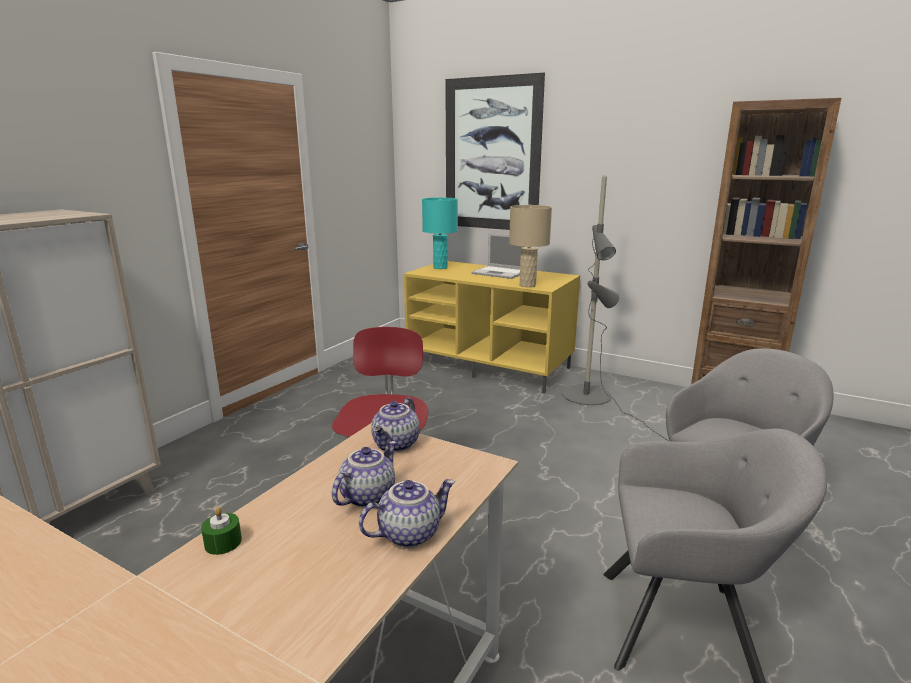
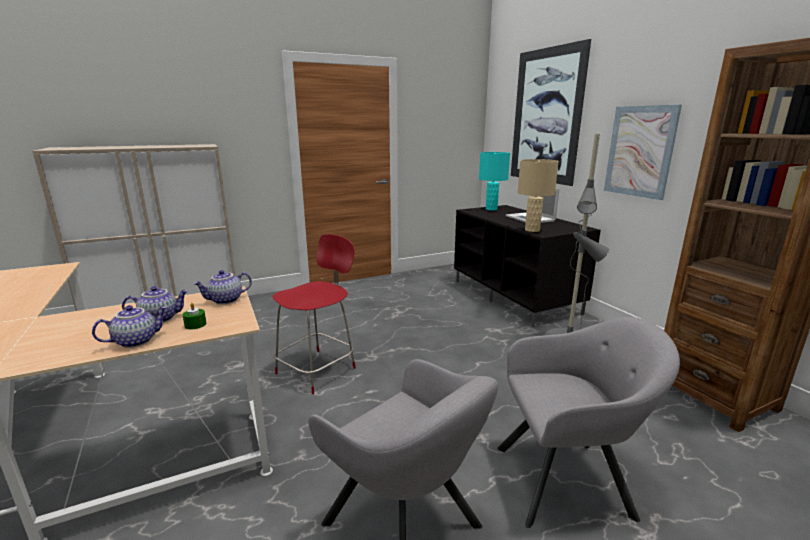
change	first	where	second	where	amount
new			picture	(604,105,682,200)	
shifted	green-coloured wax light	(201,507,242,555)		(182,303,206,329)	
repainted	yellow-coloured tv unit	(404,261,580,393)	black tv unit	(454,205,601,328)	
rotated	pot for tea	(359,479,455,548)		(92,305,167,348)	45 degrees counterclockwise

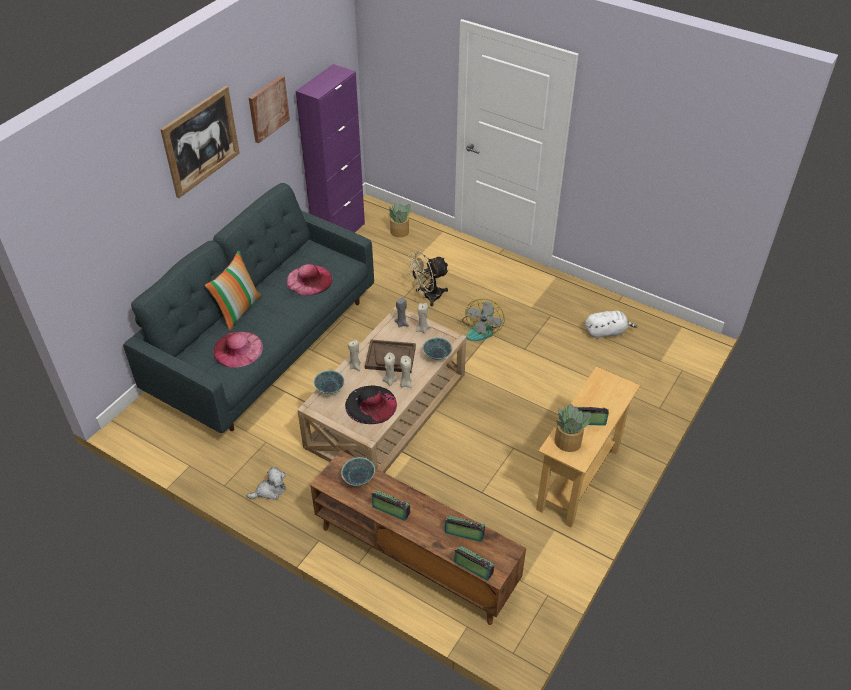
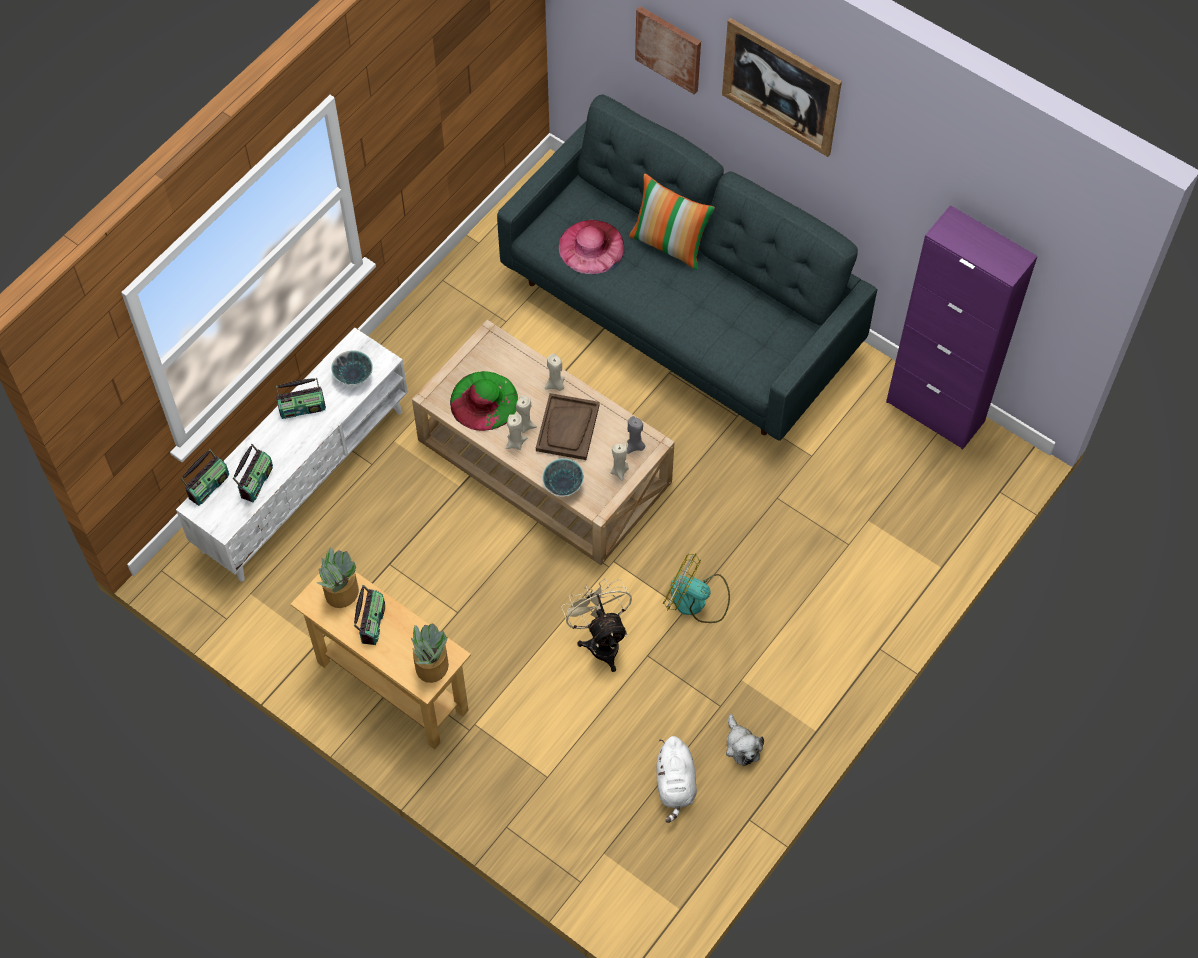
change	first	where	second	where	amount
gone	pink wearable hat	(287,264,333,296)			
gone	serving bowl	(314,370,345,394)			
shifted	soft toy	(247,467,286,500)		(726,714,764,766)	
shifted	picture	(249,75,290,143)		(635,6,701,94)	
shifted	potted plant	(389,203,412,238)		(411,623,449,683)	
shifted	sand-coloured electric fan	(407,251,449,306)		(561,578,632,672)	
repainted	brown tv unit	(310,450,526,625)	white tv unit	(176,327,408,582)	
repainted	black wearable hat	(345,385,397,424)	green-coloured wearable hat	(450,371,518,431)	
rotated	radio set	(371,491,410,521)		(276,378,326,419)	45 degrees clockwise

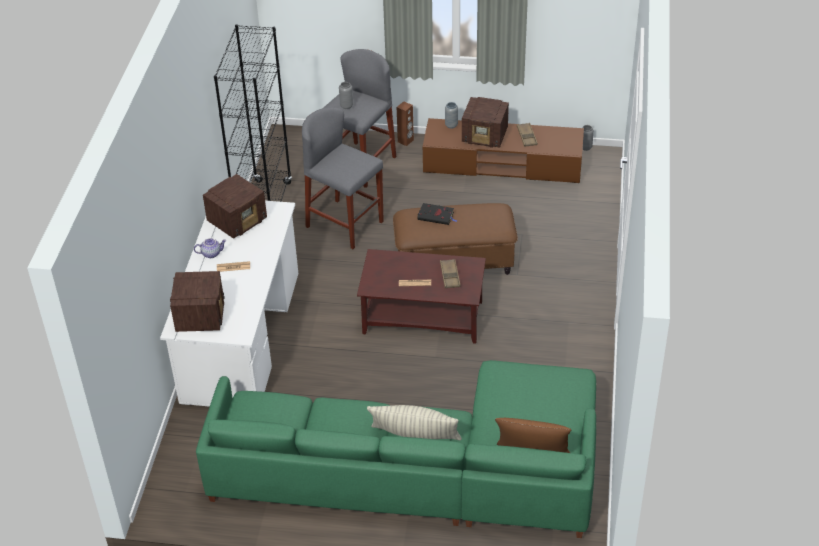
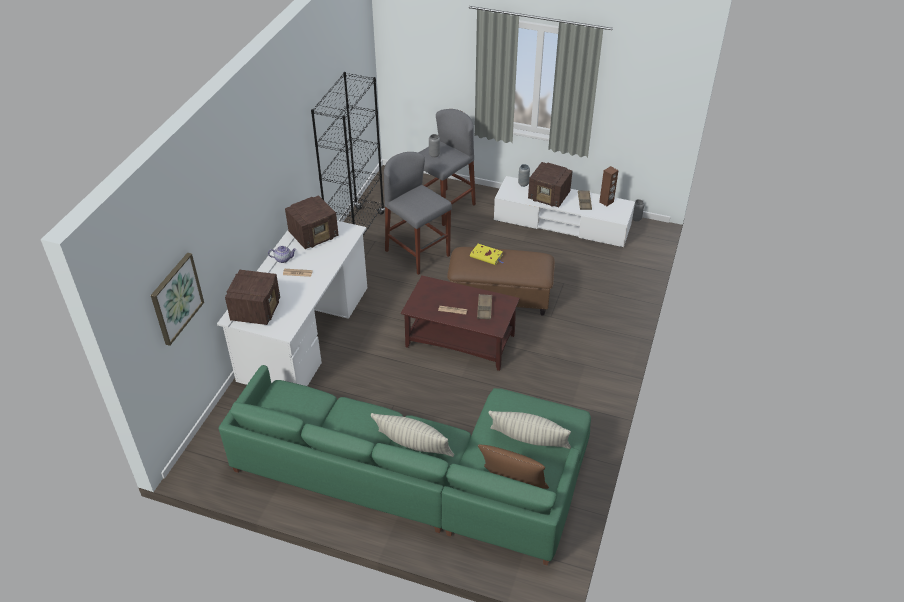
change	first	where	second	where	amount
new			picture	(151,253,204,346)	
new			cushion	(489,411,571,449)	
shifted	brown audio speaker	(397,101,414,146)		(599,166,619,206)	
repainted	black volume	(417,203,458,225)	yellow-coloured volume	(470,244,504,265)	
repainted	brown tv unit	(423,118,584,183)	white tv unit	(494,176,635,247)	

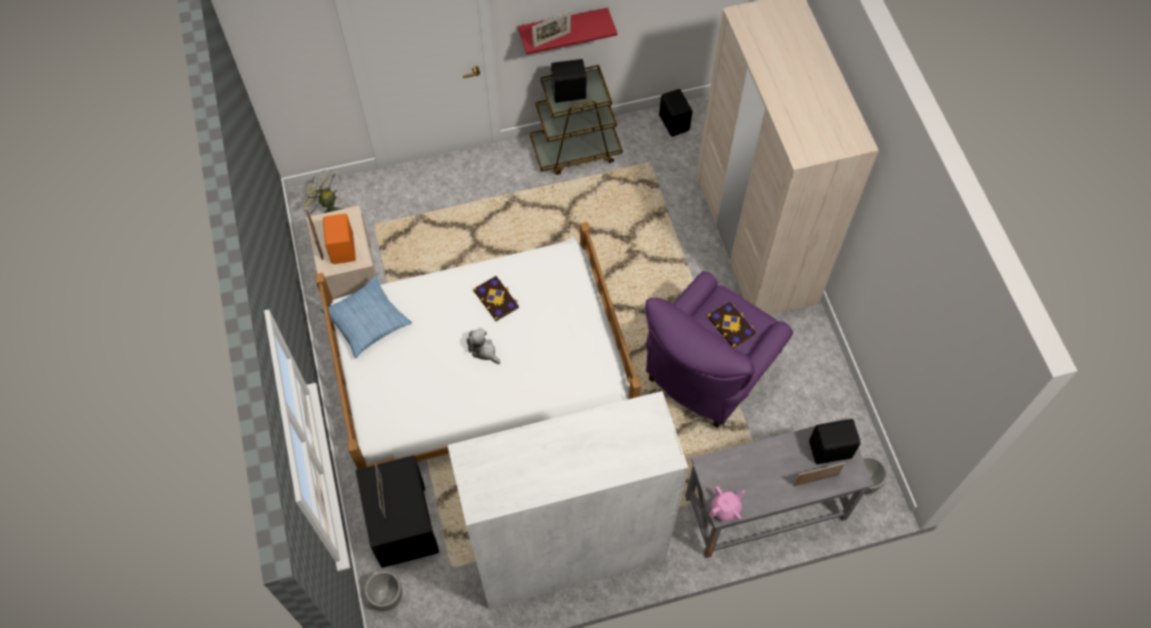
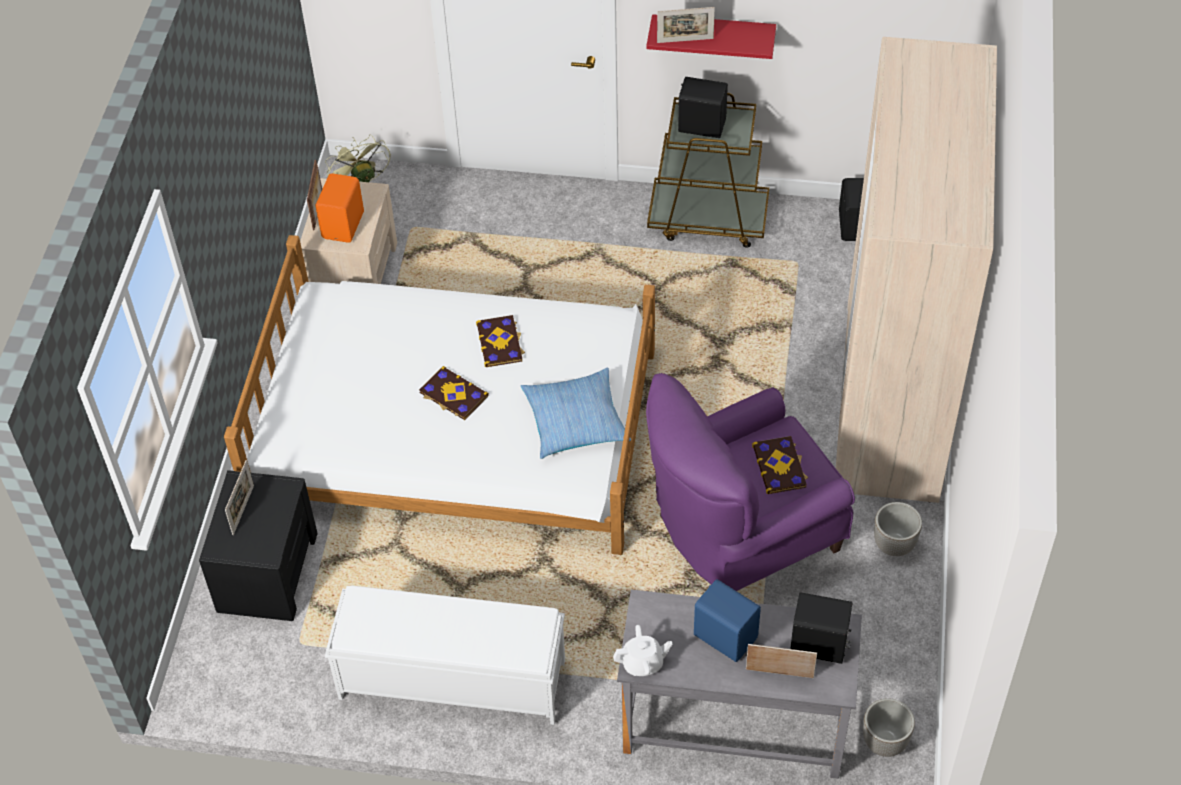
change	first	where	second	where	amount
new			bluish audio speaker	(694,579,761,662)	
shifted	cushion	(320,275,412,359)		(521,367,631,459)	
shifted	plant pot	(365,571,402,611)		(874,502,922,556)	
swapped	white clothes cupboard	(448,391,688,609)	white indoor bench	(325,585,565,725)	
swapped	soft toy	(467,328,500,364)	volume	(419,366,489,420)	
repainted	pink pot for tea	(709,486,746,522)	white pot for tea	(613,625,672,676)	

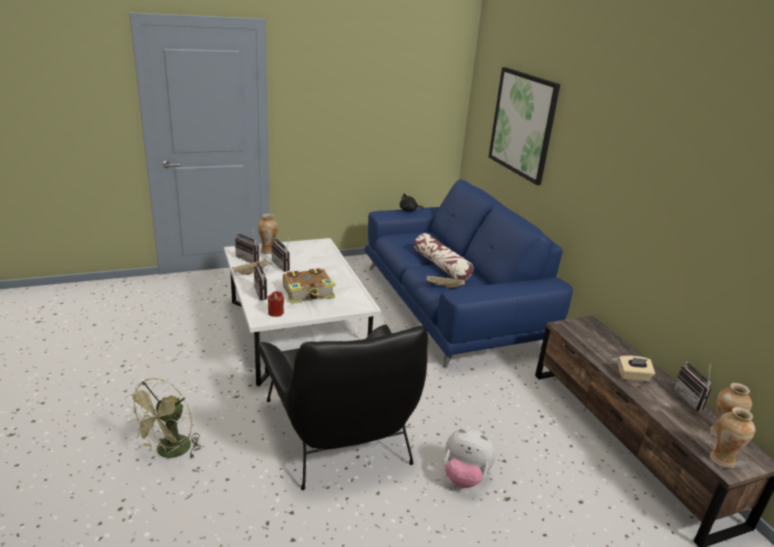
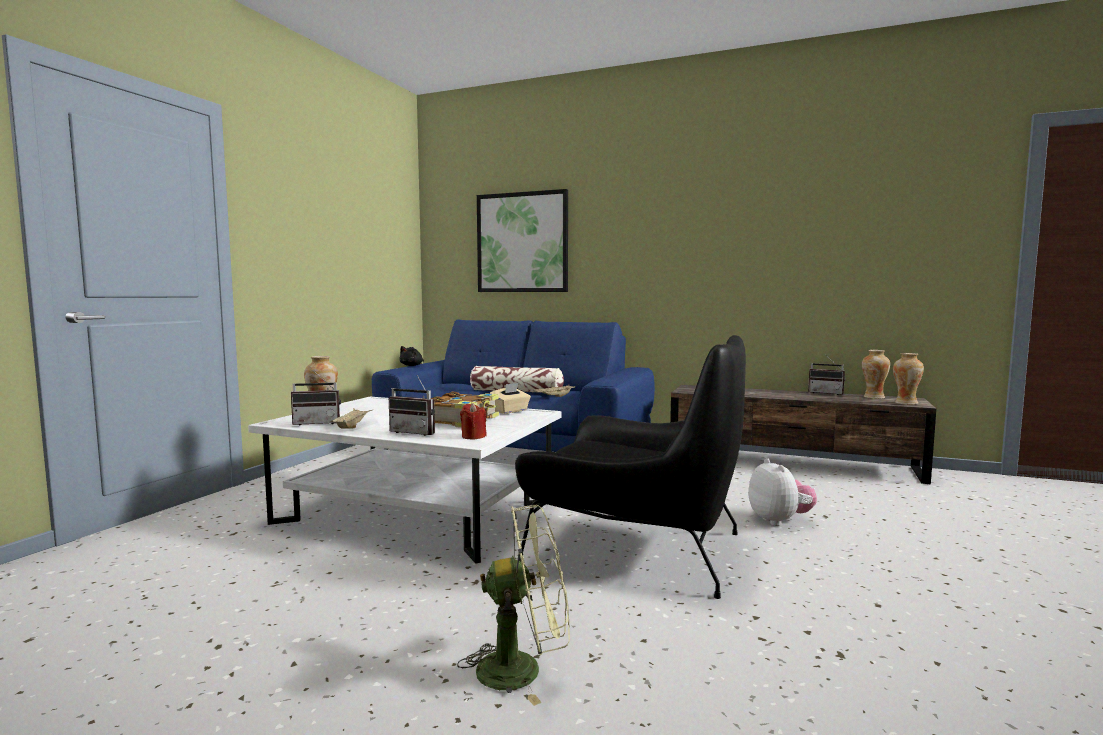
change	first	where	second	where	amount
gone	radio set	(272,233,290,272)			
shifted	sand-coloured tissue box	(618,356,655,382)		(489,383,531,414)	
rotated	green-coloured electric fan	(125,378,201,460)		(457,505,570,706)	75 degrees counterclockwise
rotated	soft toy	(444,428,495,488)		(748,458,817,526)	75 degrees counterclockwise

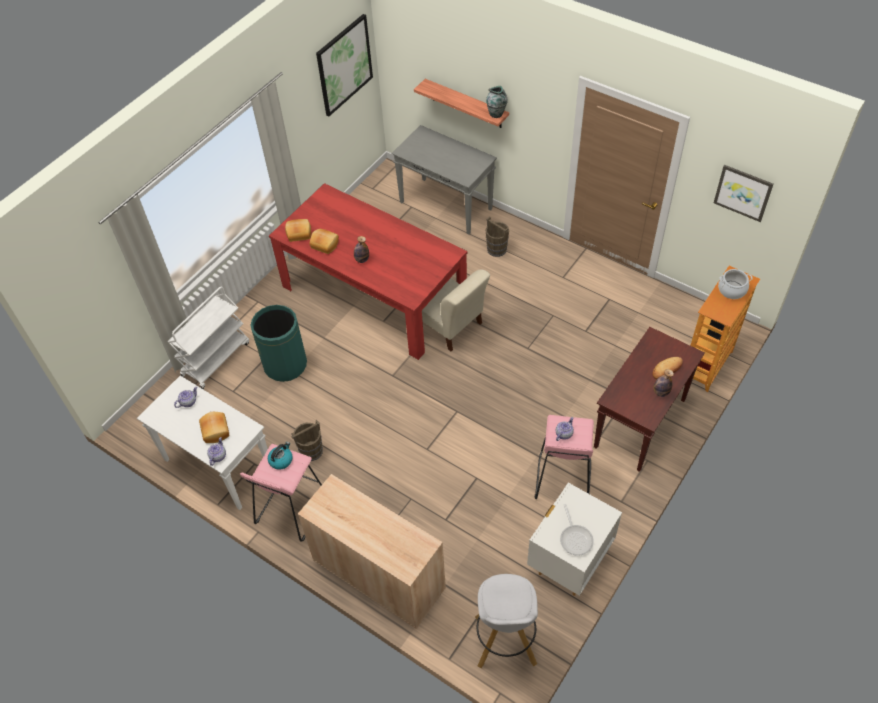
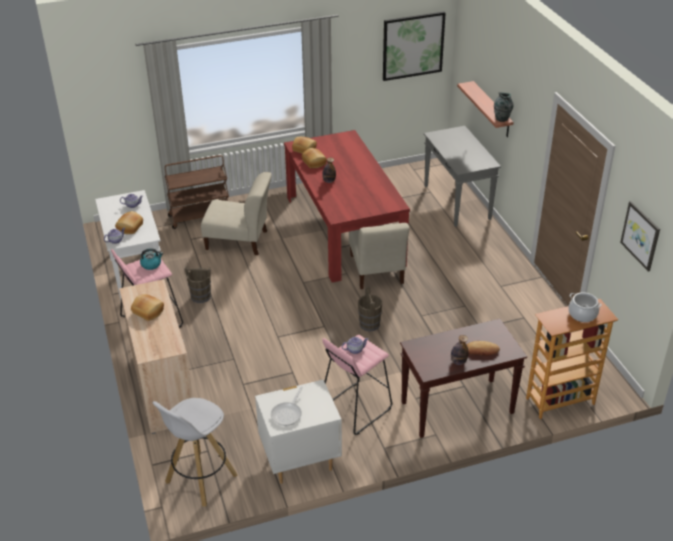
change	first	where	second	where	amount
new			baked bread	(131,294,164,321)	
shifted	brown water bucket	(486,217,509,257)		(358,287,382,331)	
swapped	green-coloured rubbish bin	(250,305,307,382)	sand-coloured upright chair	(201,172,272,255)	
repainted	white wheeled cart	(168,286,249,389)	brown wheeled cart	(165,155,229,229)	

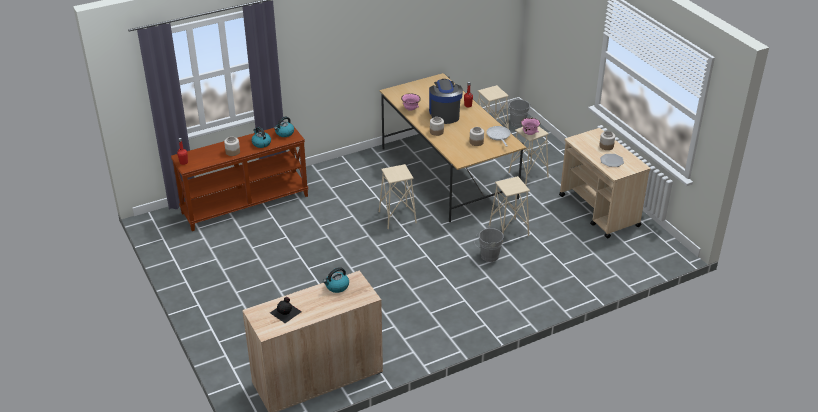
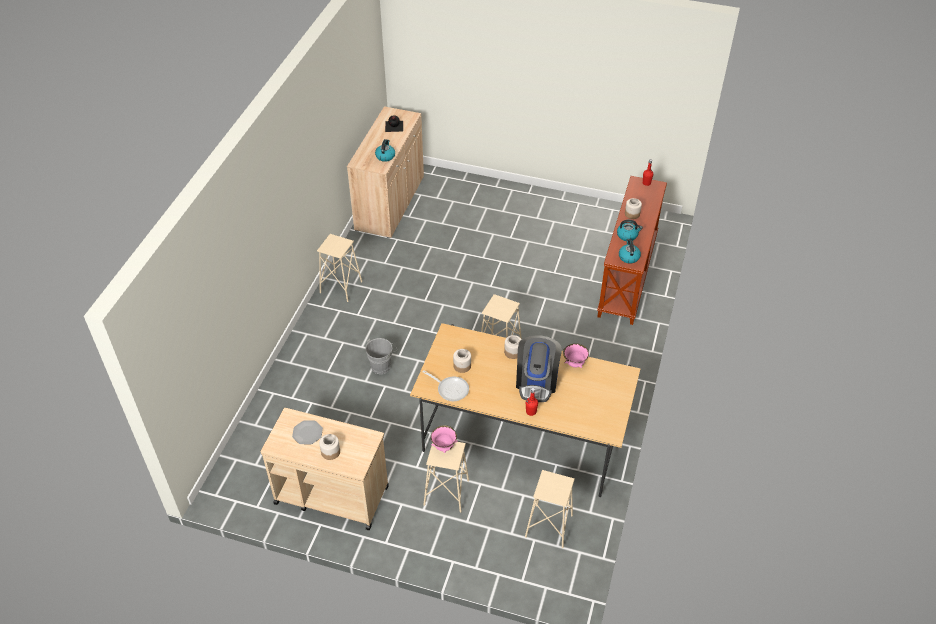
change	first	where	second	where	amount
gone	greyish water bucket	(508,99,531,128)			
shifted	sand-coloured stool	(489,176,530,243)		(317,234,362,302)	
rotated	coffee maker	(429,79,463,124)		(516,335,562,402)	60 degrees clockwise

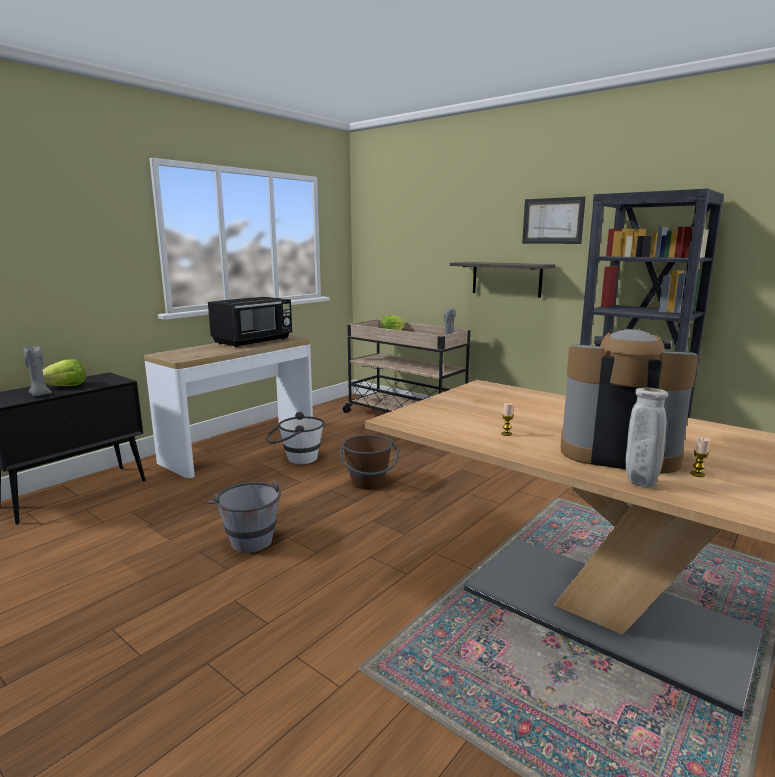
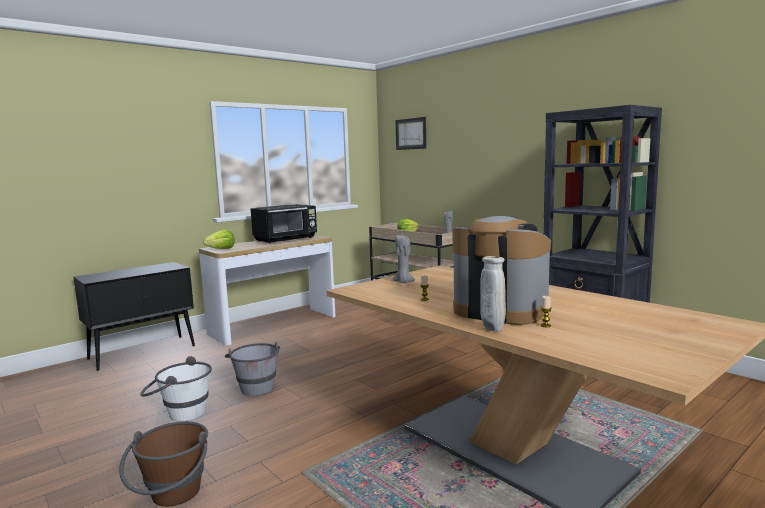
change	first	where	second	where	amount
gone	wall shelf	(450,262,555,298)			
shifted	greyish wax light	(23,346,52,396)		(393,235,415,283)	
shifted	head of lettuce	(43,359,86,386)		(203,230,235,249)	
shifted	white water bucket	(266,412,324,464)		(140,356,212,421)	
shifted	brown water bucket	(340,435,399,489)		(119,421,208,507)	
shifted	picture	(522,196,586,244)		(396,117,426,150)	

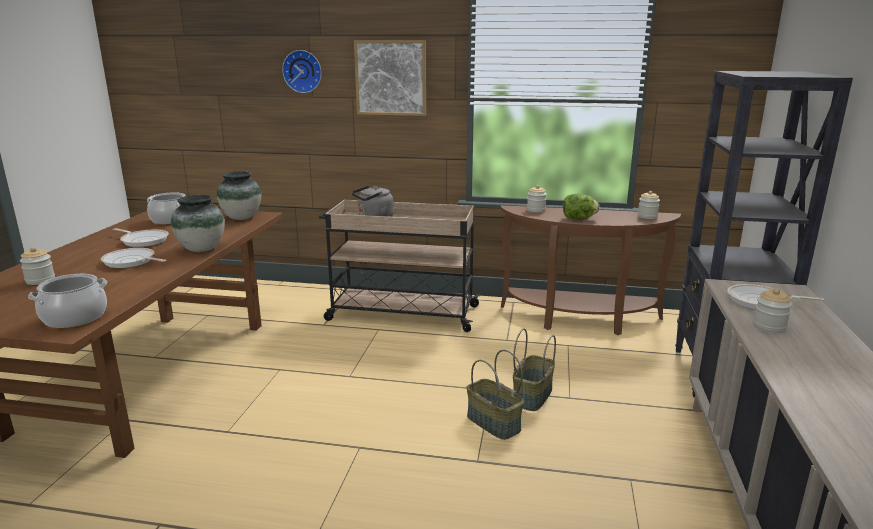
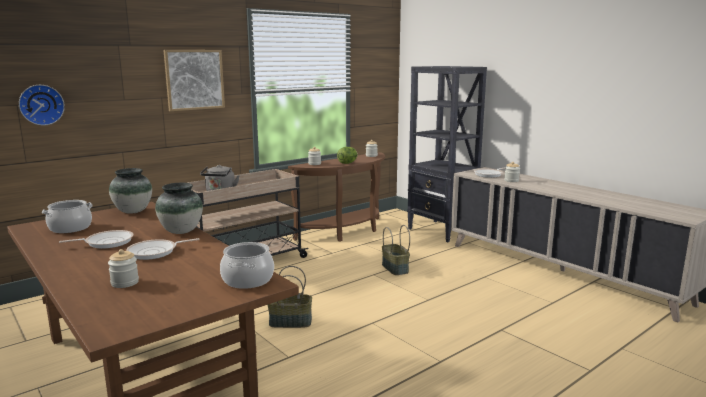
change	first	where	second	where	amount
shifted	hanging clock	(282,50,322,93)		(19,85,65,126)	
shifted	storage basket	(467,350,524,440)		(267,266,312,328)	

